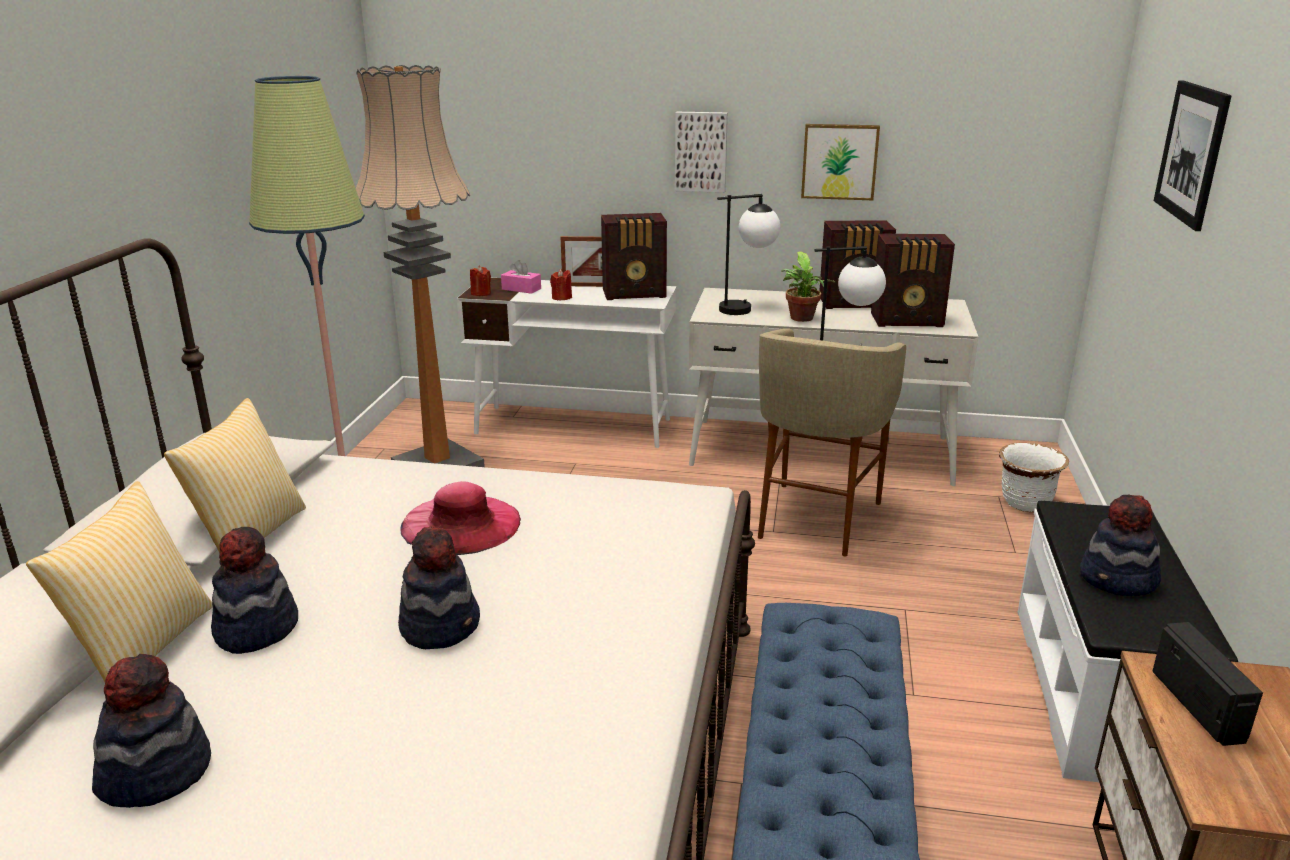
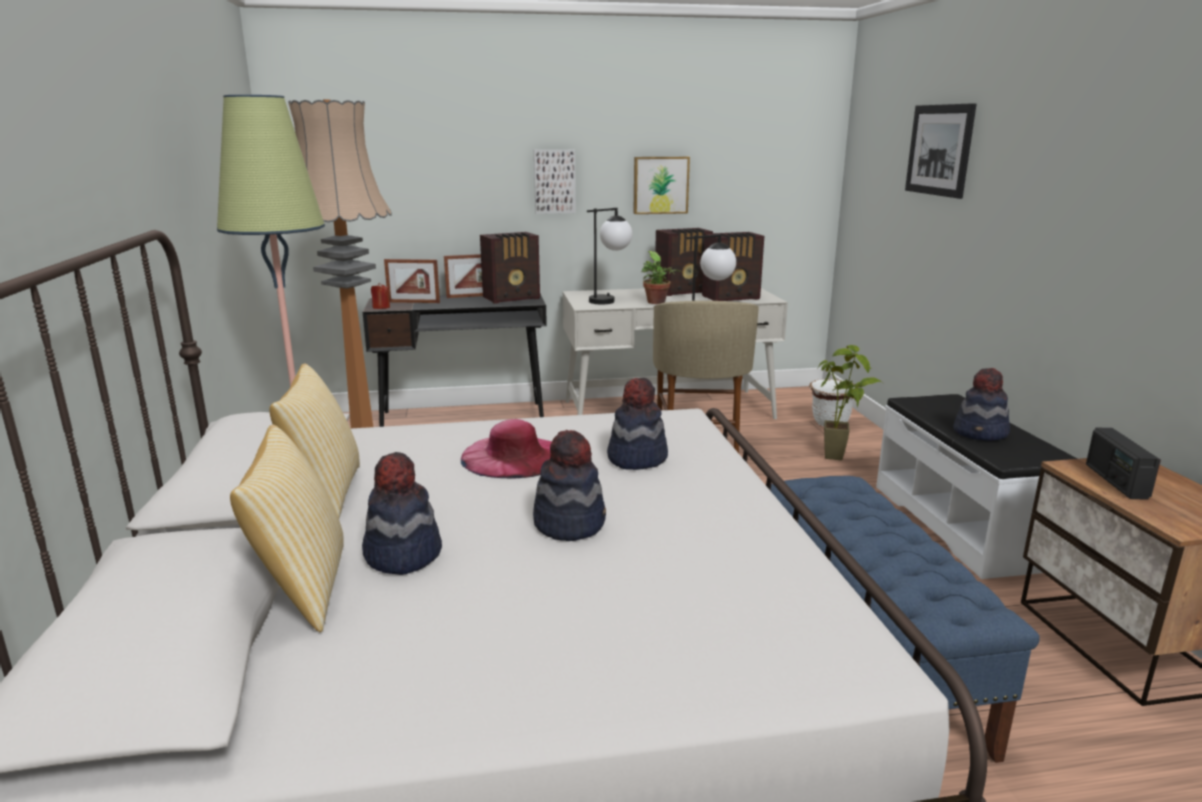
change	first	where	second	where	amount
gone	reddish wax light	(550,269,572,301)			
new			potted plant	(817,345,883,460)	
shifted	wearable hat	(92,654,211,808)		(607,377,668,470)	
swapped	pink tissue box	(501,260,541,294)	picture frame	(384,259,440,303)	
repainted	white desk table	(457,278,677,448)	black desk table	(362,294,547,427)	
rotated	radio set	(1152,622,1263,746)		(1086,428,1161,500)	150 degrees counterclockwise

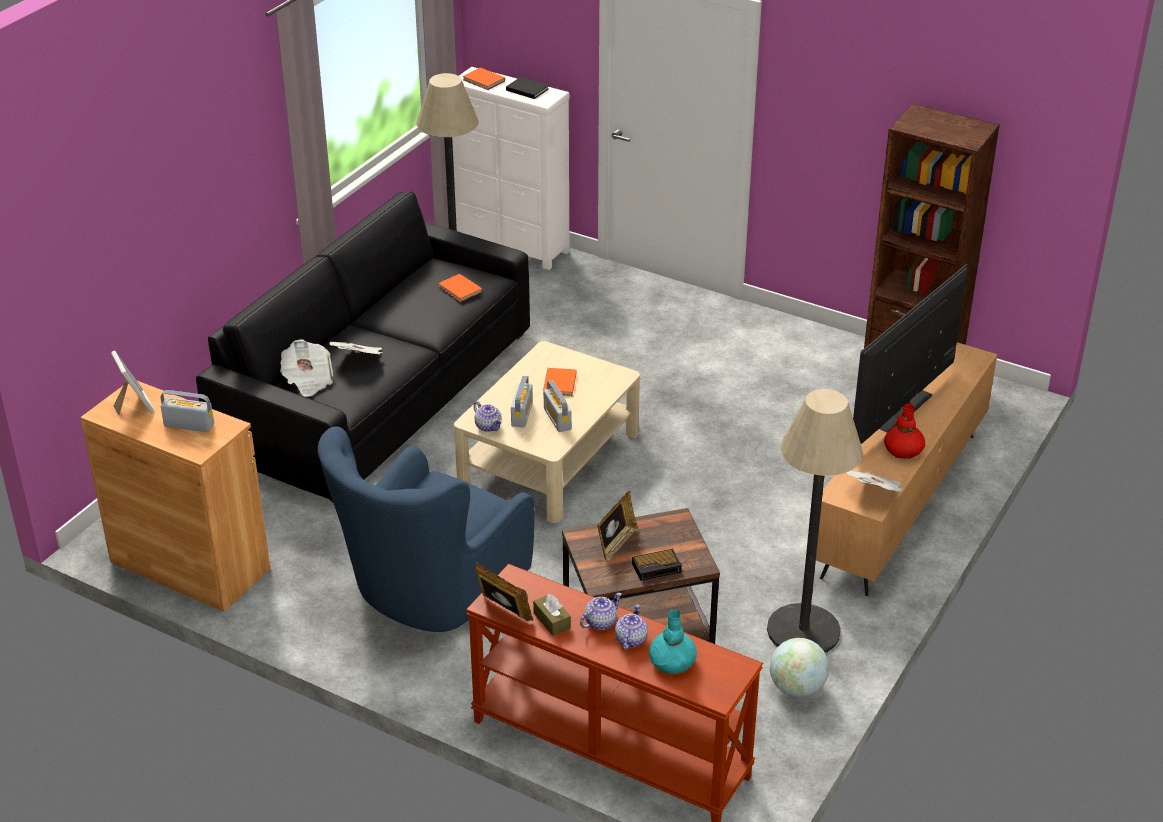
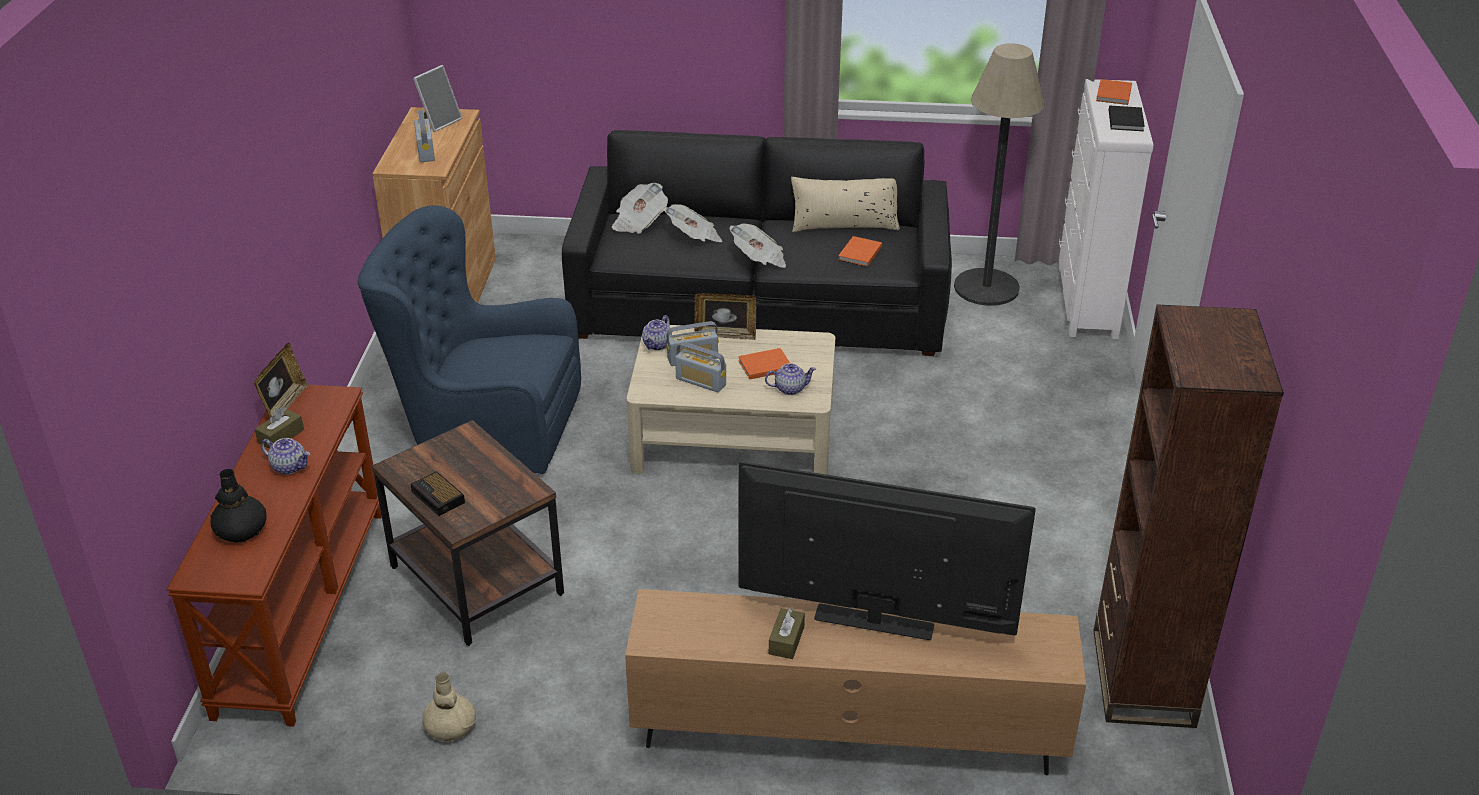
change	first	where	second	where	amount
gone	standard lamp	(767,389,863,653)			
new			sand-coloured cushion	(791,177,900,232)	
shifted	picture frame	(597,491,638,562)		(694,293,756,340)	
shifted	pot for tea	(615,604,648,650)		(765,363,816,395)	
shifted	daily paper	(846,470,903,492)		(730,224,786,268)	
swapped	globe	(770,638,829,698)	sand-coloured vase	(423,672,476,742)	
swapped	reddish vase	(884,403,925,459)	brown tissue box	(769,608,805,659)	
repainted	blue-green vase	(649,610,697,674)	black vase	(210,469,267,543)	
rotated	radio set	(544,380,572,432)		(675,342,726,392)	105 degrees counterclockwise

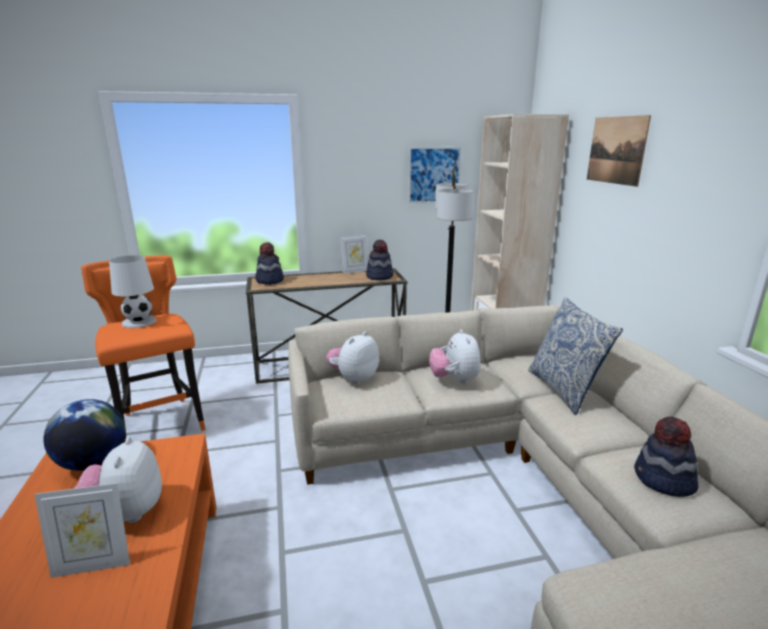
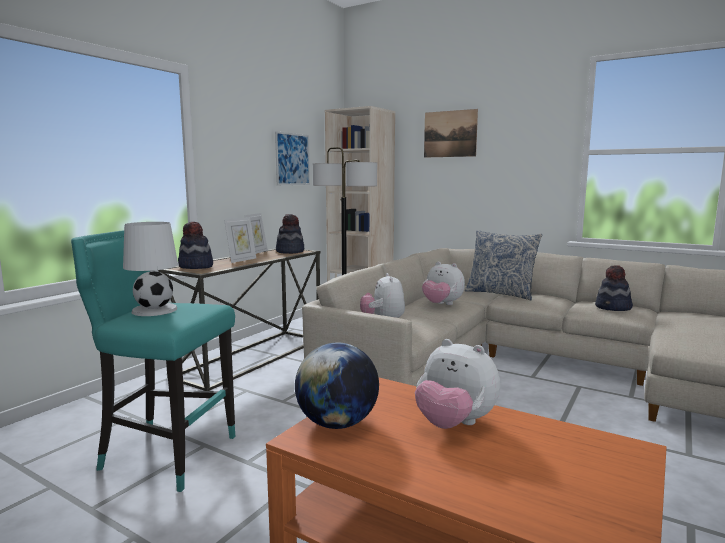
change	first	where	second	where	amount
shifted	picture frame	(34,483,130,578)		(224,217,256,263)	
repainted	orange-coloured stool	(81,255,206,443)	blue-green stool	(71,230,236,492)	

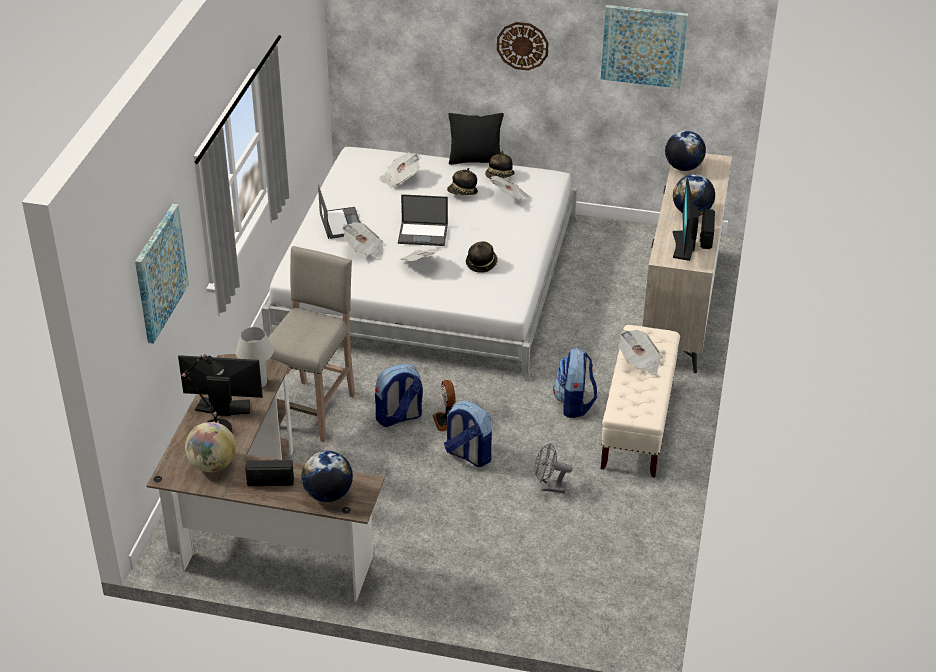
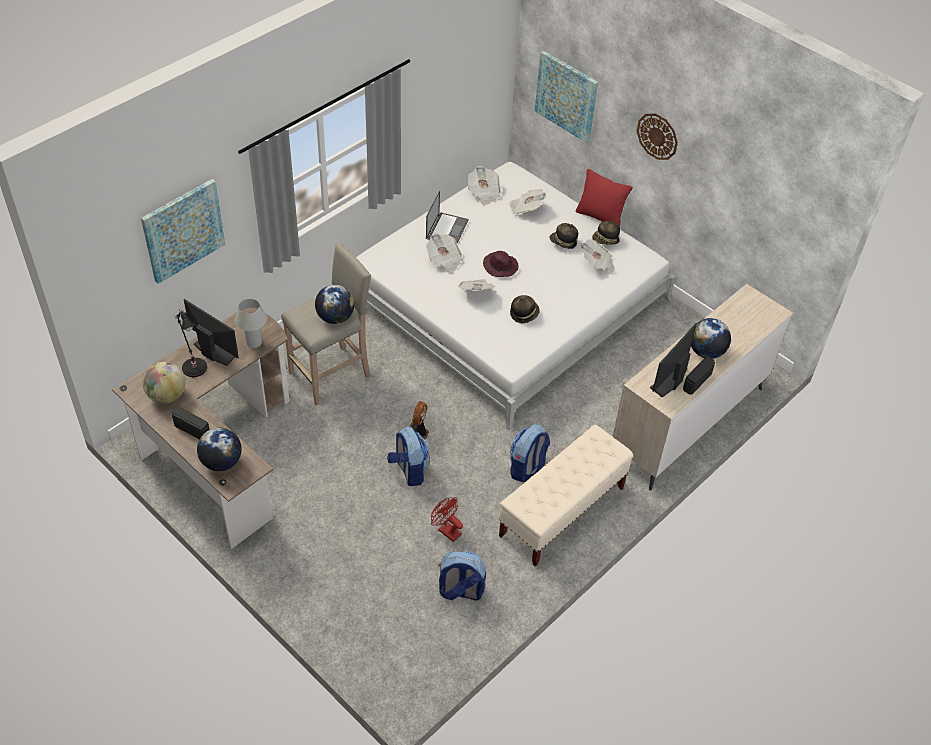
change	first	where	second	where	amount
shifted	backpack	(375,364,423,427)		(438,551,486,600)	
shifted	picture	(601,5,688,88)		(535,51,598,143)	
shifted	daily paper	(619,330,663,375)		(468,166,501,206)	
shifted	globe	(665,130,706,171)		(315,285,354,324)	
swapped	laptop	(398,194,448,246)	purple-coloured wearable hat	(483,251,519,277)	
repainted	black cushion	(449,113,504,165)	reddish cushion	(576,169,633,227)	
repainted	greyish electric fan	(535,443,573,493)	reddish electric fan	(431,497,463,542)	

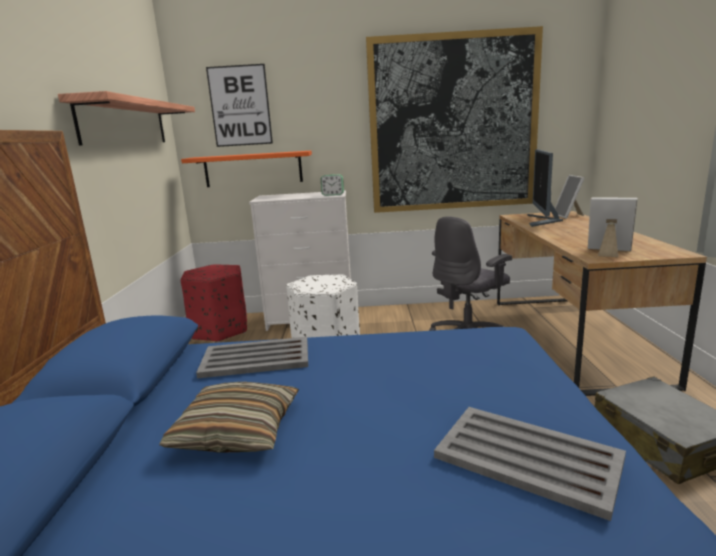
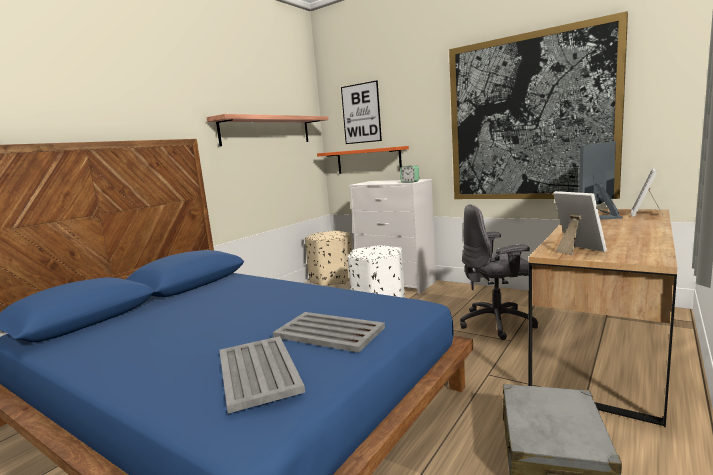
change	first	where	second	where	amount
gone	cushion	(159,382,299,453)			
shifted	greyish carrying tray	(196,337,308,379)		(273,312,385,353)	
repainted	reddish pouffe	(181,264,247,342)	sand-coloured pouffe	(305,231,352,286)	

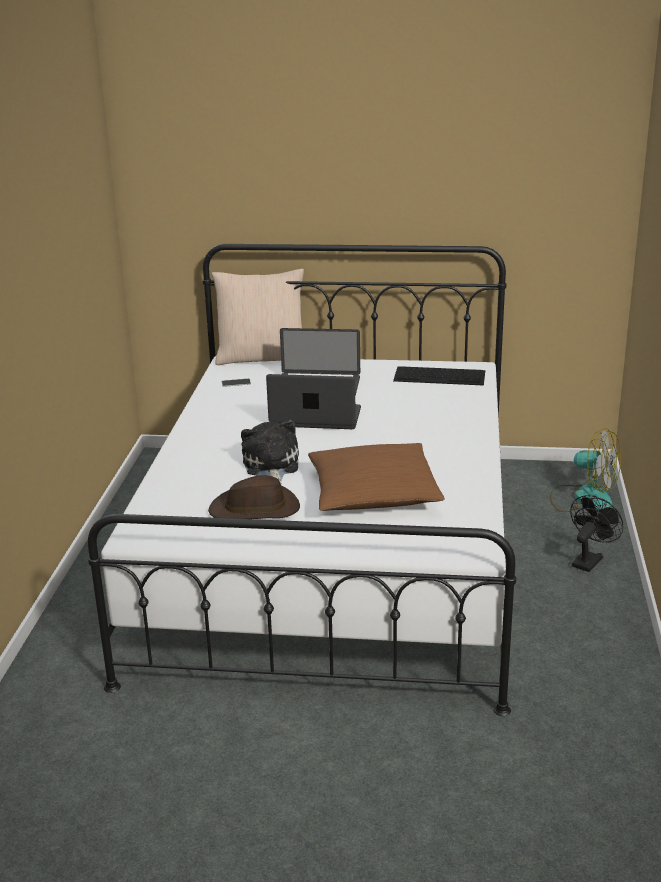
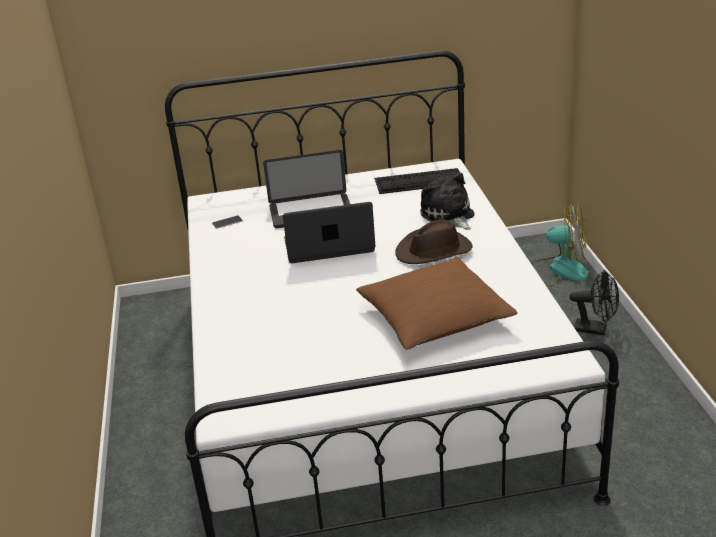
change	first	where	second	where	amount
gone	sand-coloured cushion	(212,269,304,365)			
shifted	brown wearable hat	(208,475,300,519)		(395,220,473,264)	
shifted	soft toy	(241,420,299,484)		(420,173,474,230)	
rotated	black electric fan	(570,495,624,572)		(570,270,619,335)	90 degrees clockwise

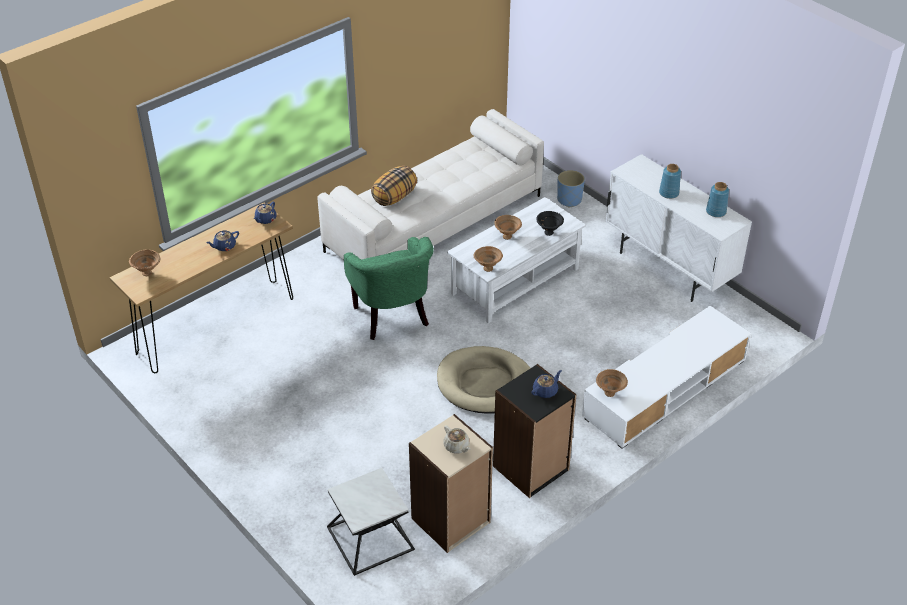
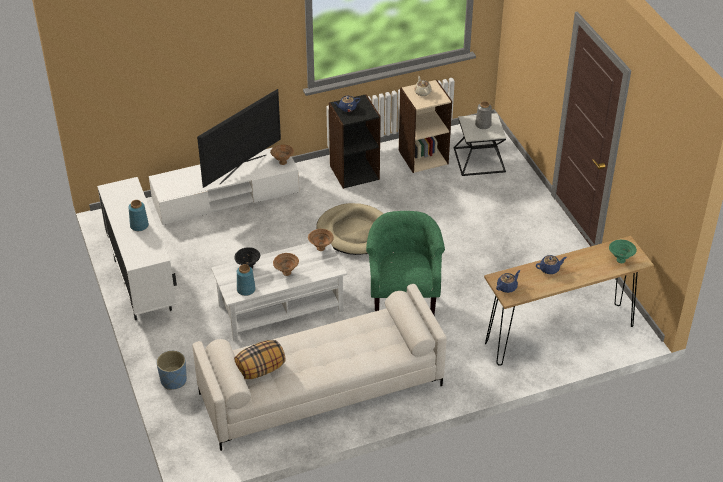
change	first	where	second	where	amount
new			TV set	(197,89,281,188)	
new			greyish vase	(475,101,492,129)	
shifted	cushion	(371,166,417,206)		(234,340,286,379)	
shifted	bluish vase	(706,182,729,217)		(237,264,256,296)	
repainted	brown serving bowl	(129,249,160,276)	green-coloured serving bowl	(609,240,637,263)	

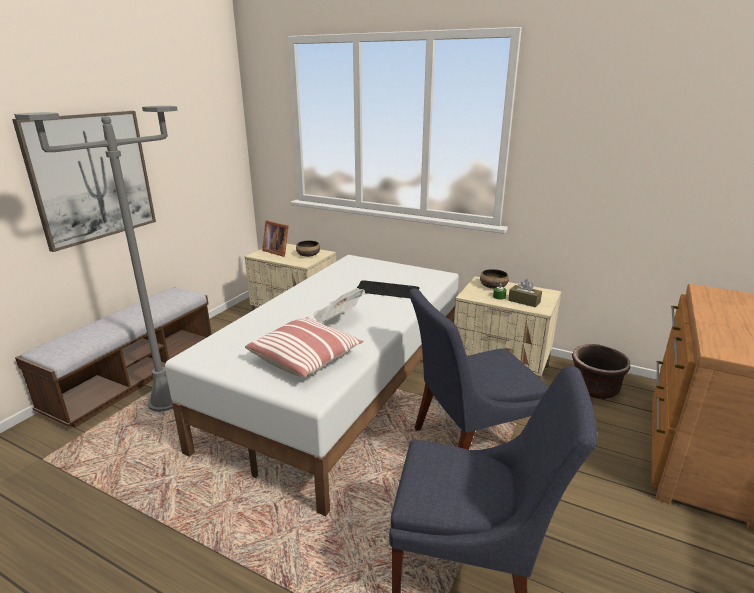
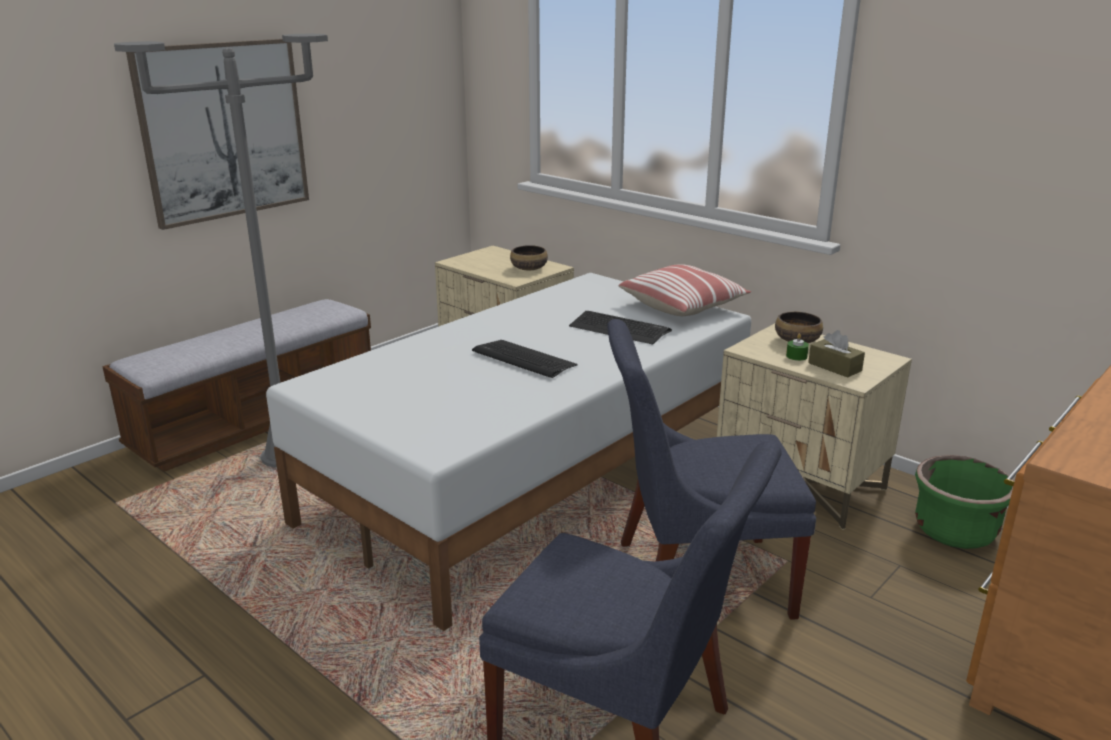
change	first	where	second	where	amount
gone	picture frame	(262,221,289,257)			
shifted	cushion	(245,317,363,378)		(619,264,751,316)	
swapped	daily paper	(313,288,365,323)	PC keyboard	(472,340,577,378)	
repainted	brown plant pot	(572,344,630,399)	green-coloured plant pot	(915,455,1014,549)	

